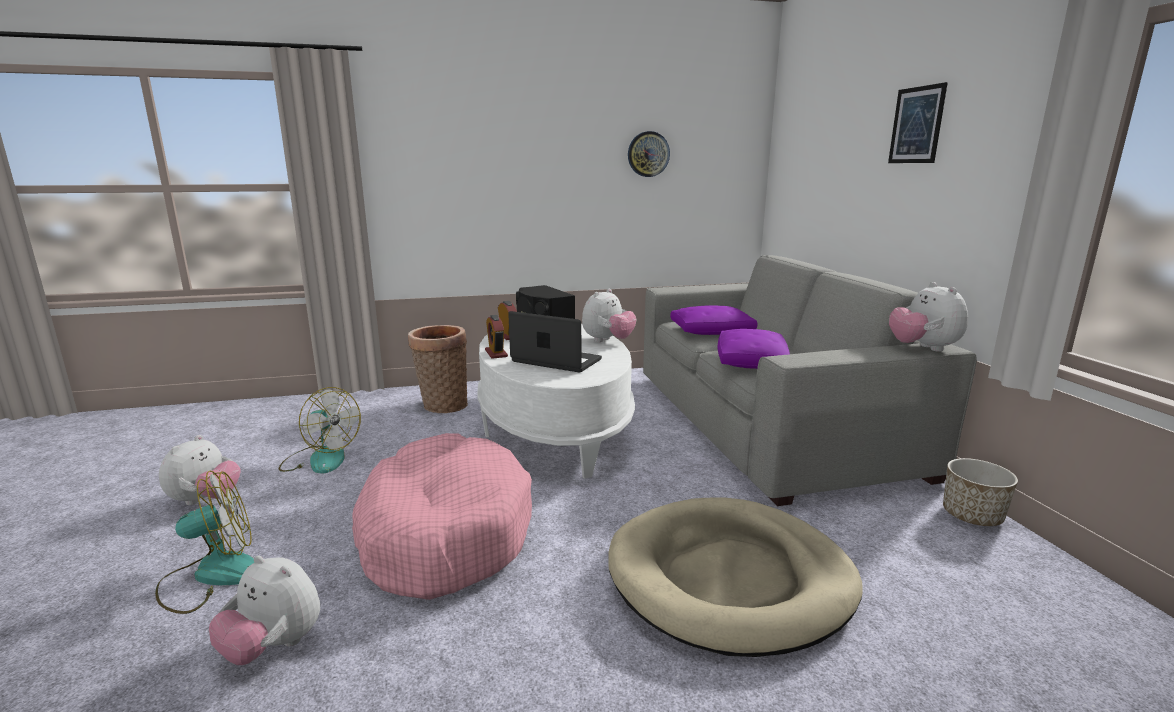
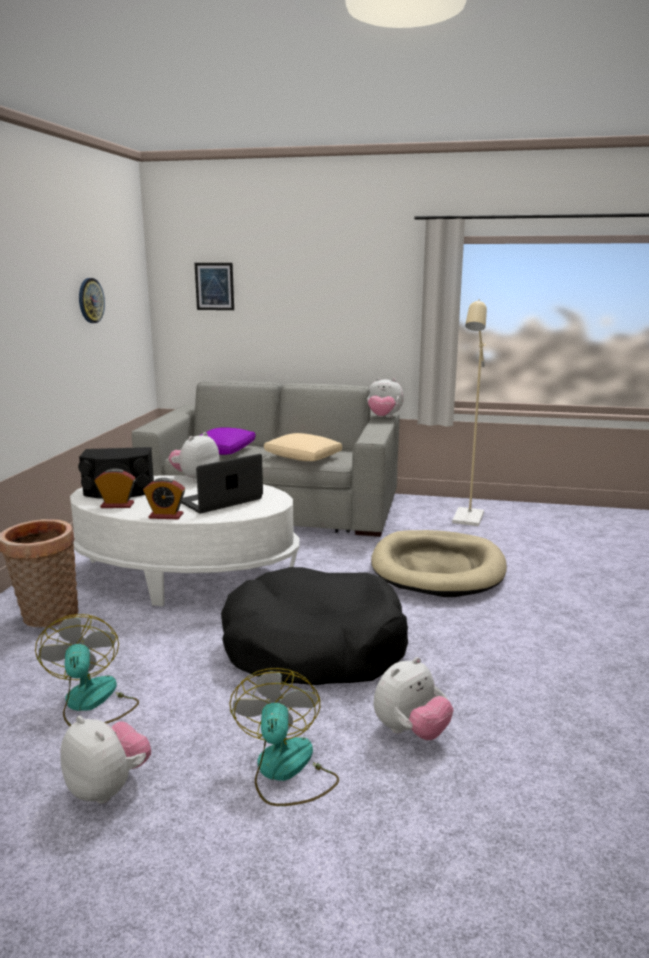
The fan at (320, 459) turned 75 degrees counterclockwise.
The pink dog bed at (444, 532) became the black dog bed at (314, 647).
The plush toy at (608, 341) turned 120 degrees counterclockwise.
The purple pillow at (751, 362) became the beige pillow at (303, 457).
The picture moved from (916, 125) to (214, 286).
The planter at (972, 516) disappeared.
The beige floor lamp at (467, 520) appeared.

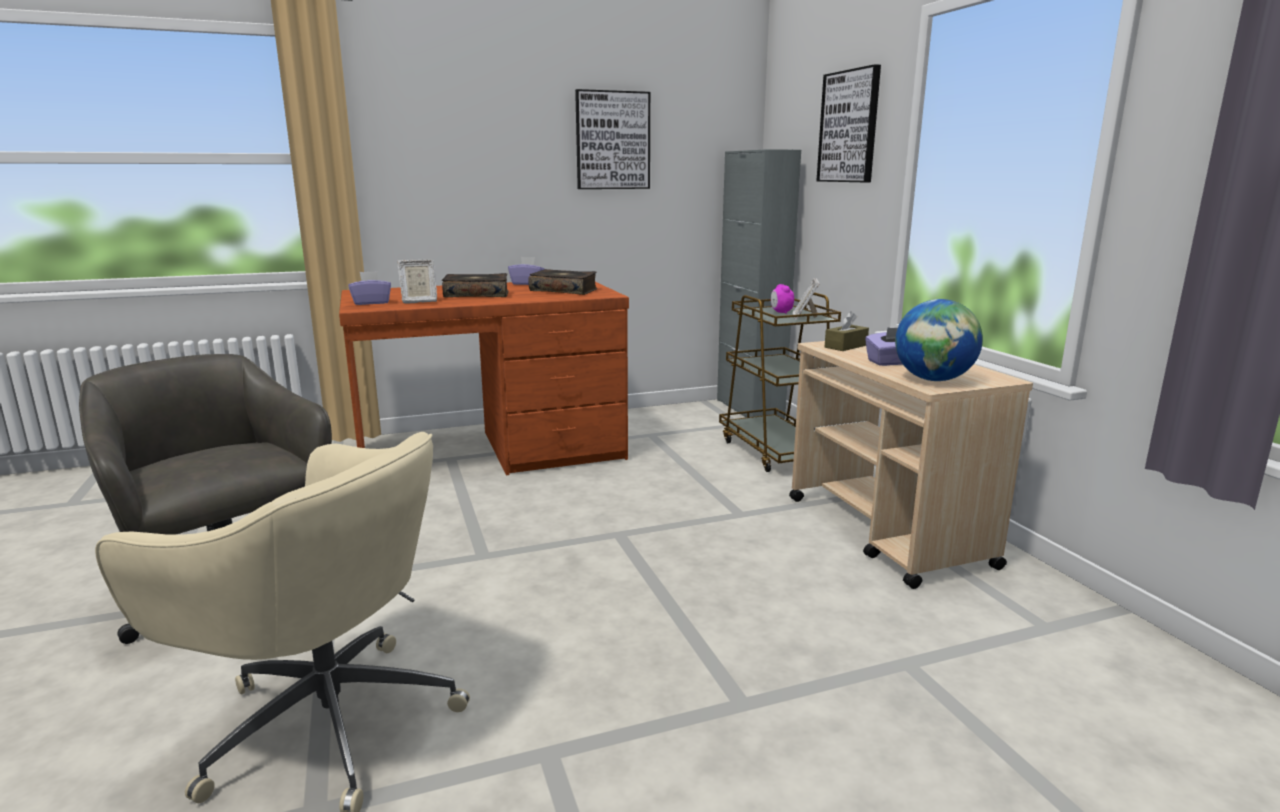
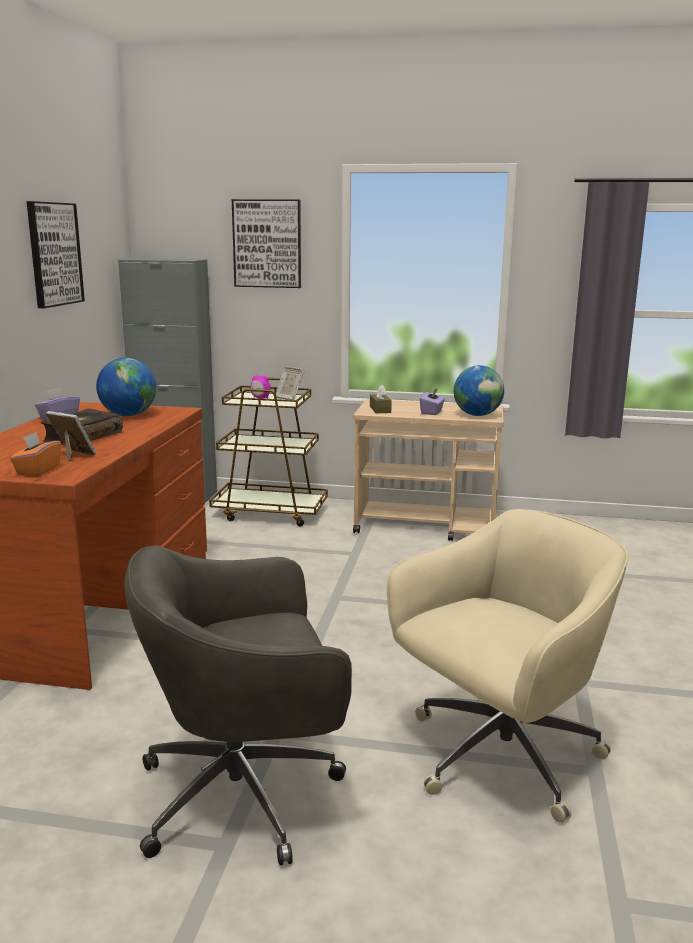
The purple tissue box at (371, 302) became the orange tissue box at (37, 470).
The picture frame at (418, 301) turned 75 degrees counterclockwise.
The book at (564, 290) was replaced by the globe at (128, 415).

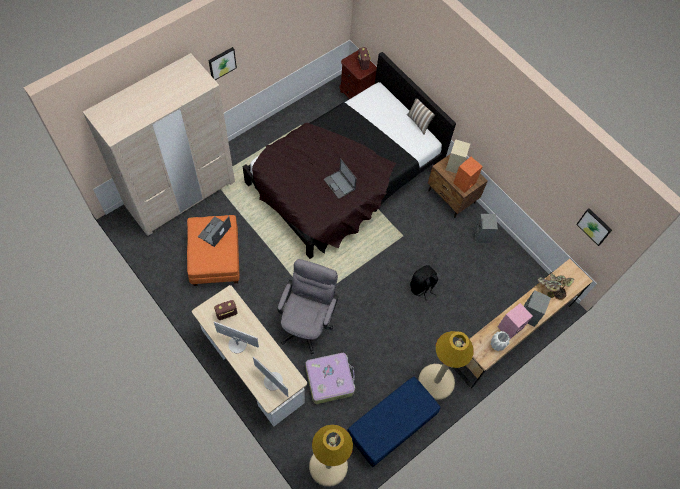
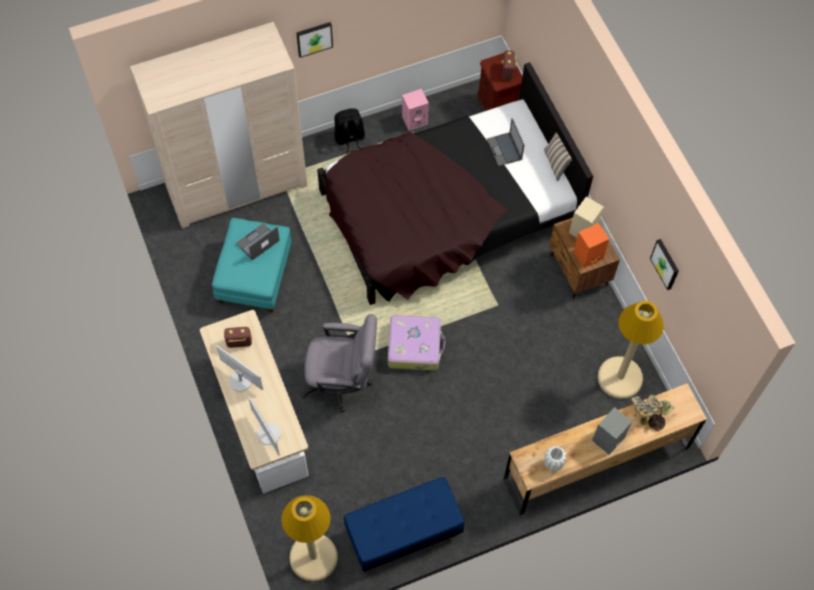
The orange ottoman at (215, 258) became the turquoise ottoman at (254, 276).
The grey office chair at (307, 322) turned 60 degrees clockwise.
The suitcase moved from (330, 379) to (415, 346).
The laptop moved from (339, 184) to (504, 149).
The black backpack moved from (422, 287) to (349, 139).
The beige floor lamp moved from (436, 382) to (619, 378).
The grey speaker at (482, 236) disappeared.
The pink speaker moved from (510, 326) to (415, 119).
The picture moved from (594, 226) to (665, 264).

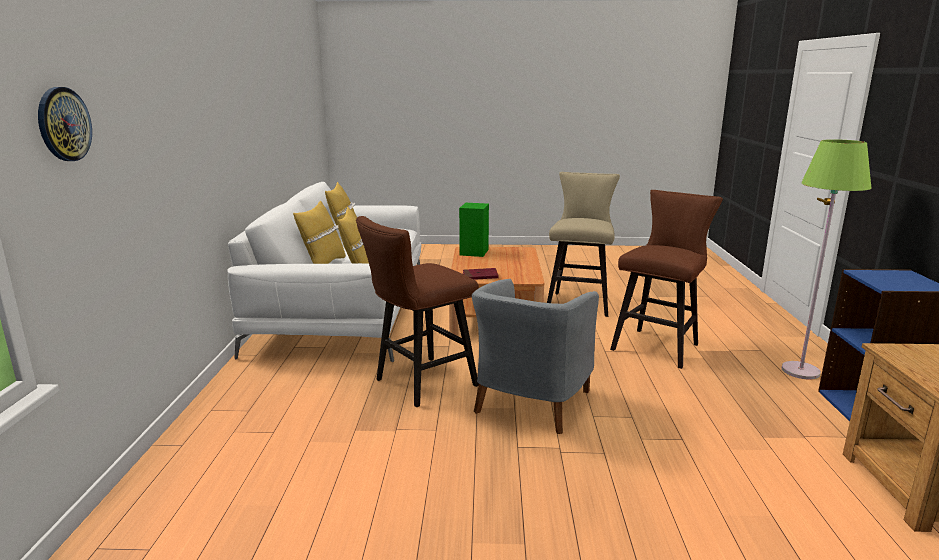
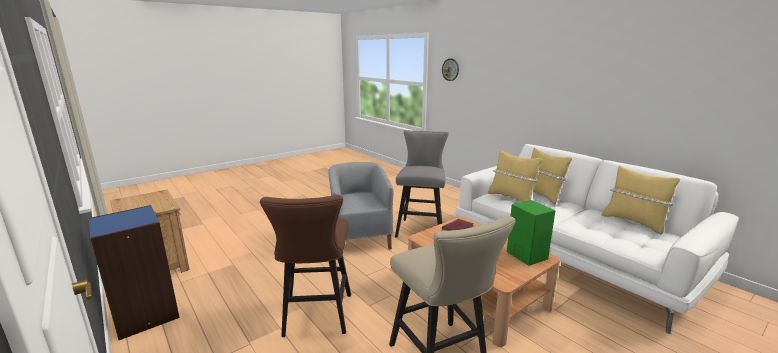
The brown stool at (419, 384) became the grey stool at (421, 228).
The green floor lamp at (800, 371) disappeared.

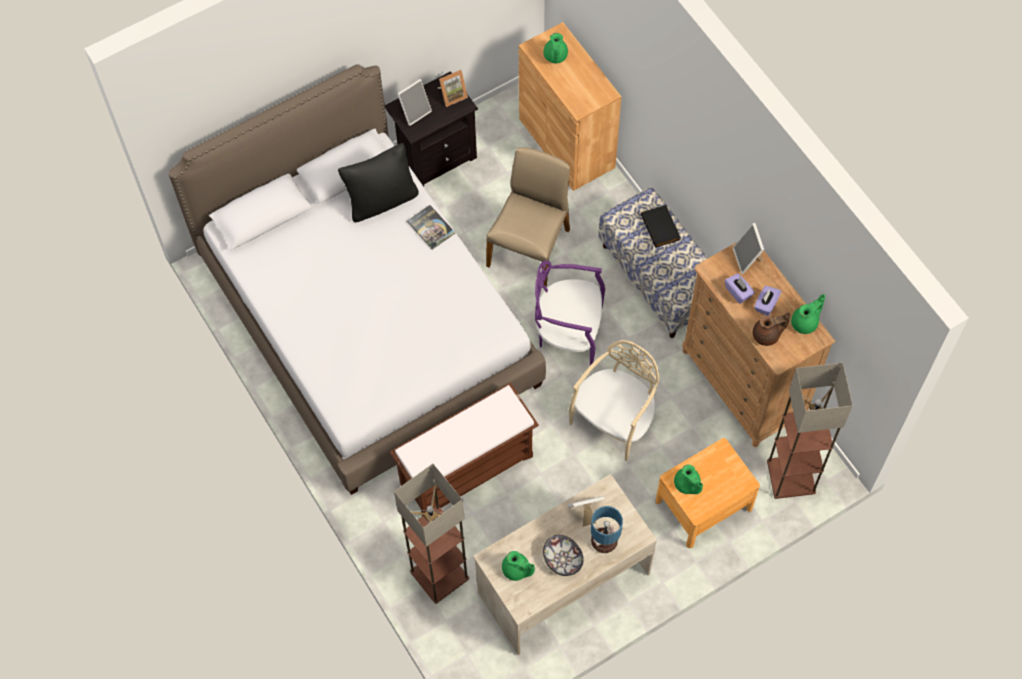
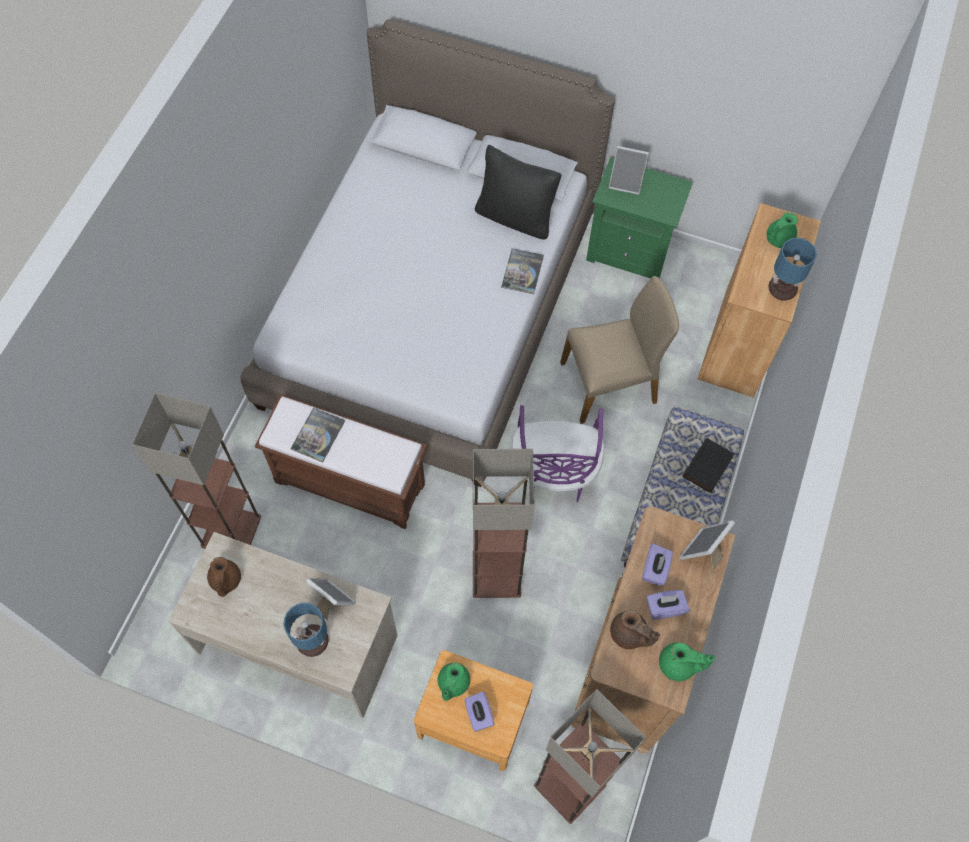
The black nightstand at (435, 156) became the green nightstand at (630, 252).
The picture frame at (452, 95) disappeared.
The green teapot at (517, 570) became the brown teapot at (225, 581).
The purple chair at (568, 332) turned 150 degrees counterclockwise.
The bowl at (563, 559) disappeared.
The beige chair at (614, 420) was replaced by the floor lamp at (497, 575).
The book at (318, 435) appeared.
The purple tissue box at (479, 714) appeared.
The table lamp at (780, 290) appeared.

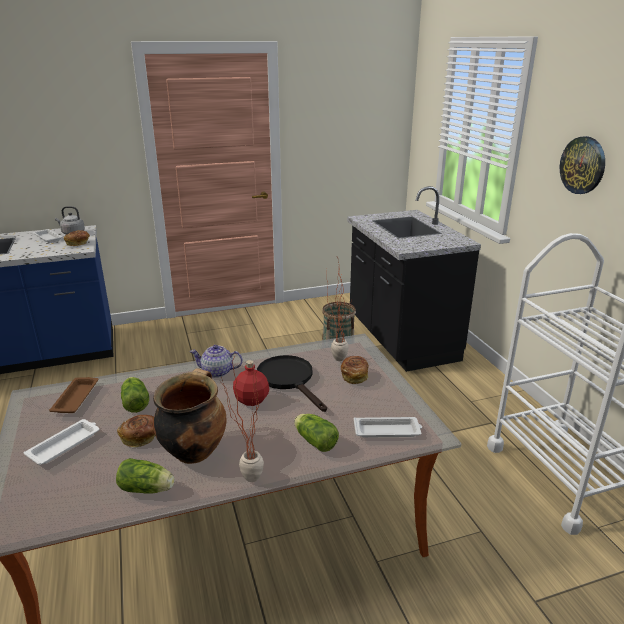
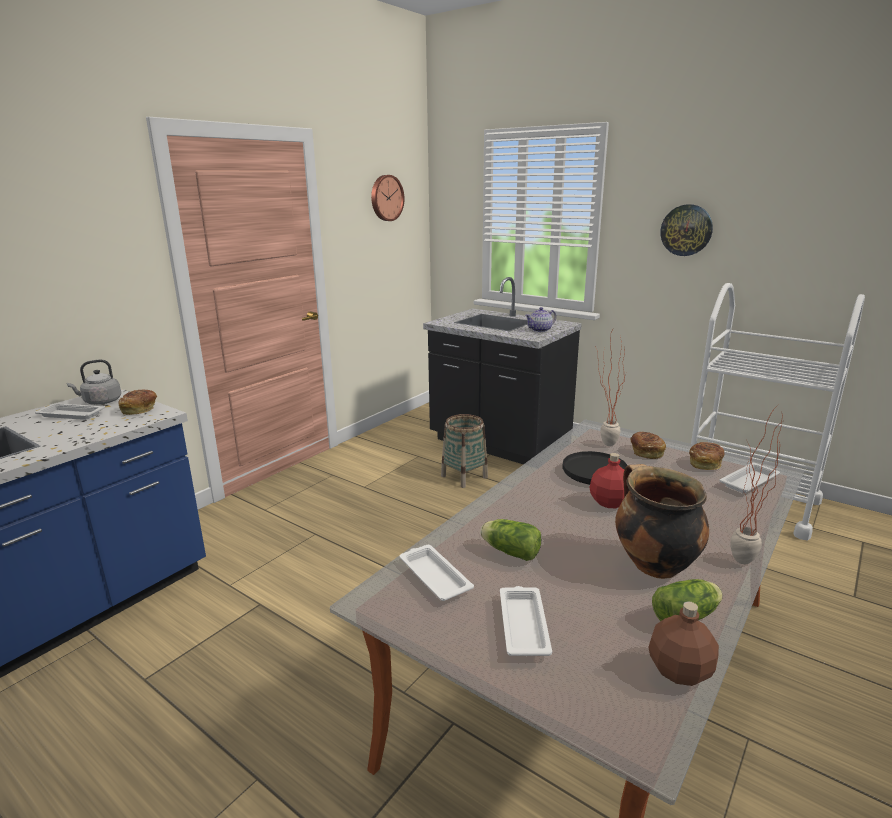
The brown tray at (76, 398) became the white tray at (434, 576).
The bread moved from (141, 438) to (705, 464).
The teapot moved from (217, 372) to (540, 330).
The lettuce at (314, 440) disappeared.
The wall clock at (386, 198) appeared.
The brown bottle at (679, 671) appeared.

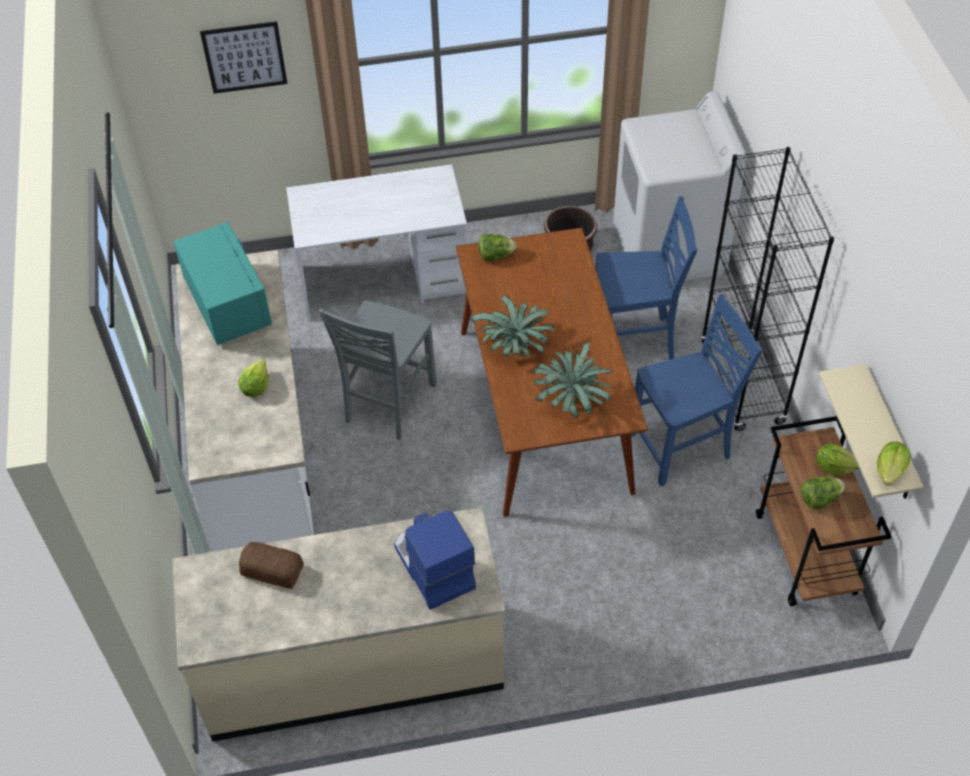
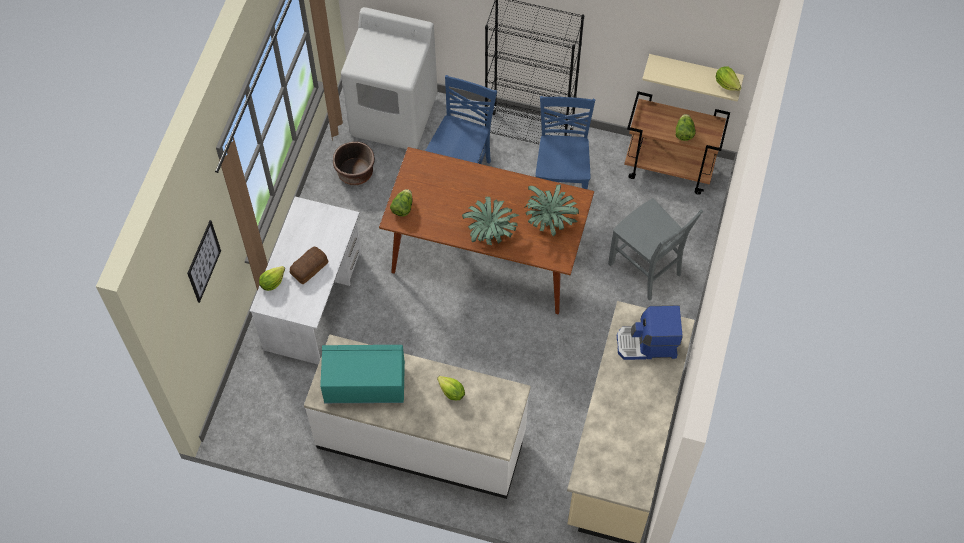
The bread moved from (272, 569) to (308, 268).
The grey chair moved from (388, 404) to (646, 270).
The lettuce moved from (834, 467) to (272, 282).

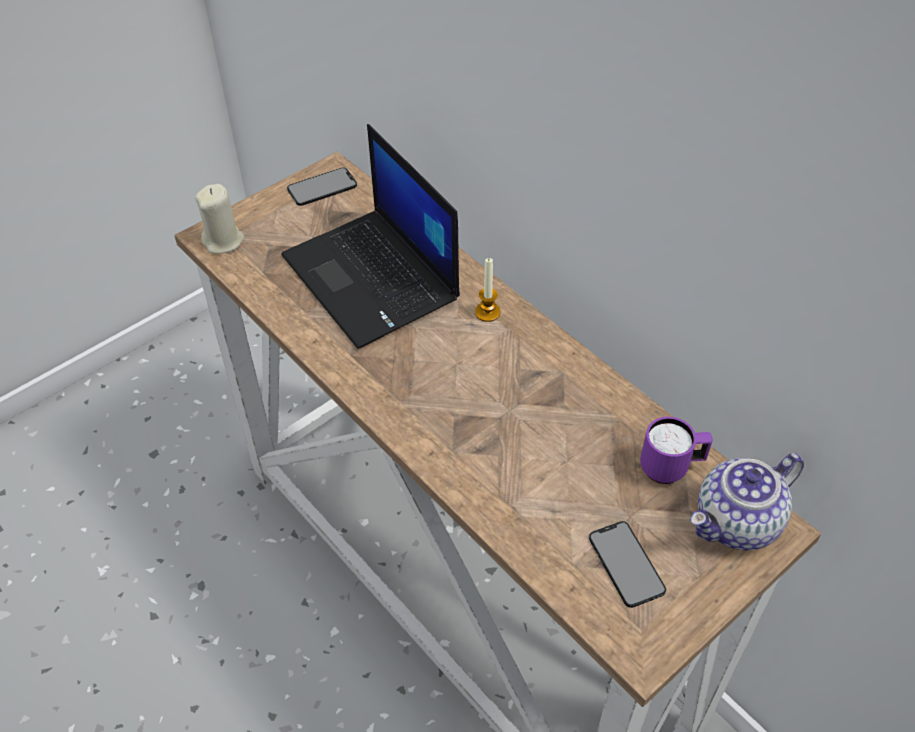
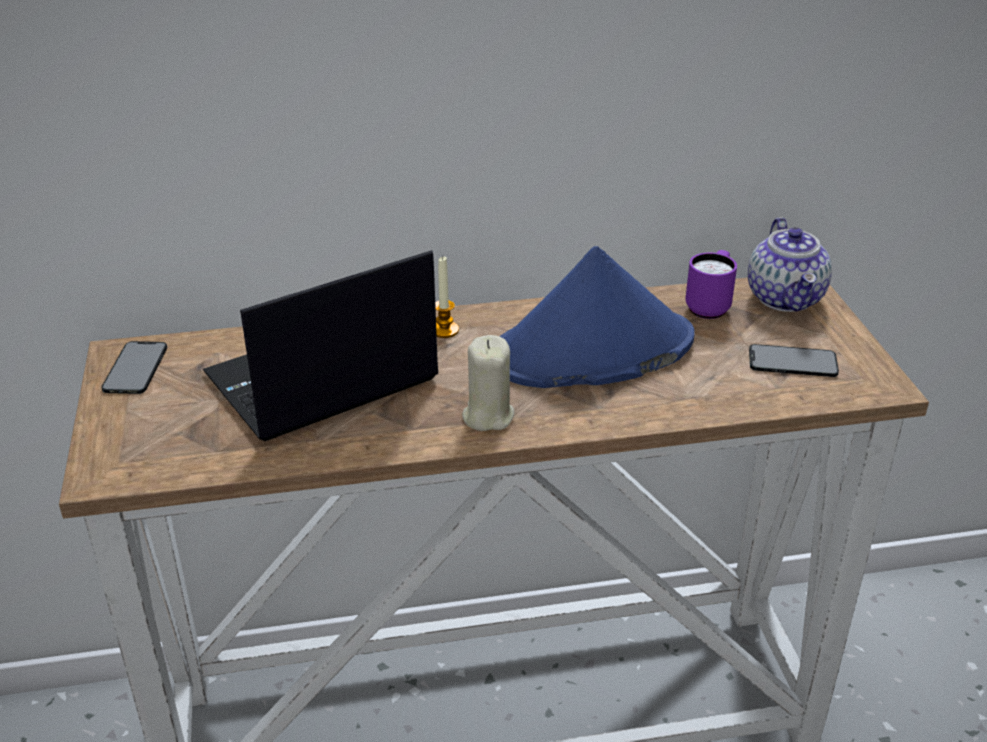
The beige candle moved from (224, 241) to (487, 416).
The laptop at (373, 278) turned 150 degrees clockwise.
The blue hat at (591, 350) appeared.

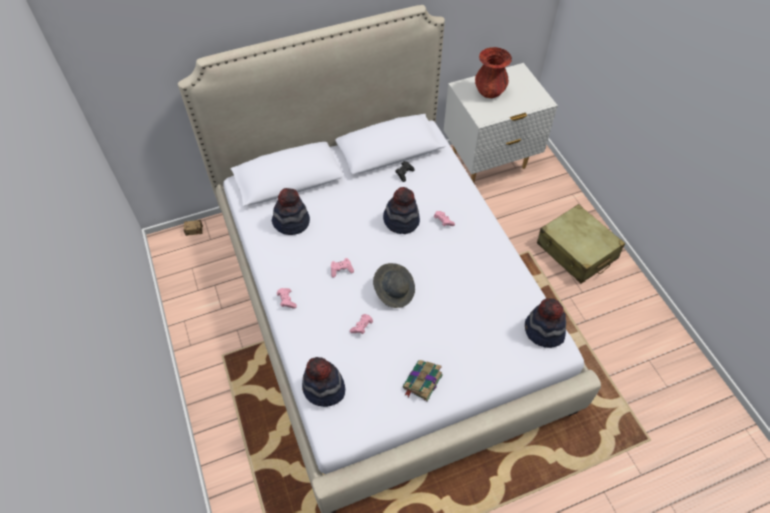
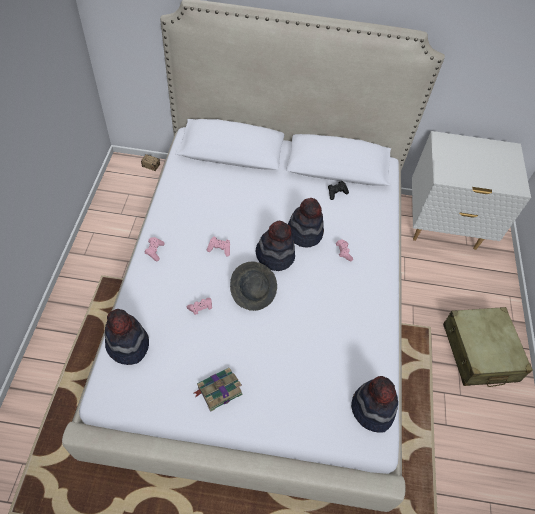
The hat moved from (291, 222) to (275, 256).
The red vase at (489, 91) disappeared.

